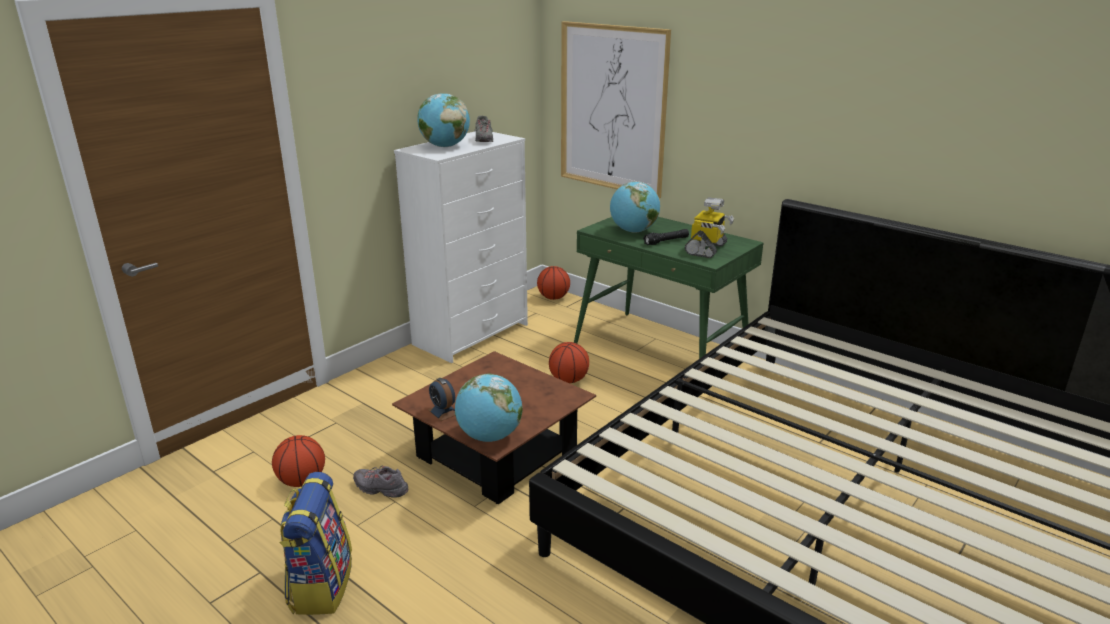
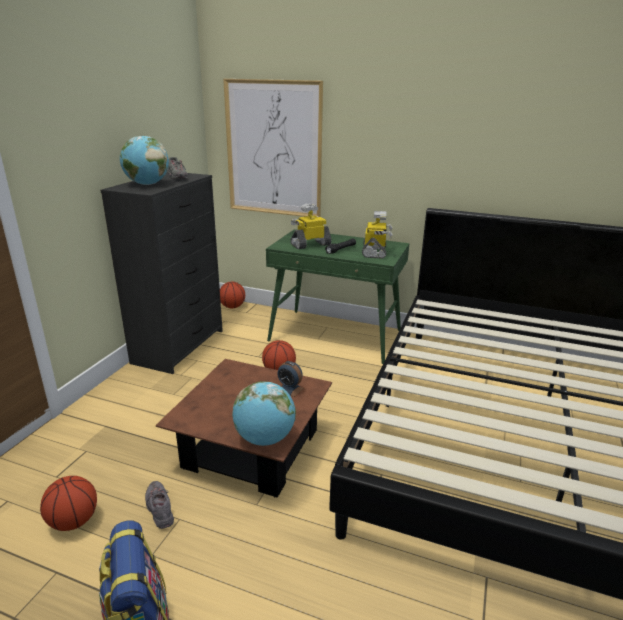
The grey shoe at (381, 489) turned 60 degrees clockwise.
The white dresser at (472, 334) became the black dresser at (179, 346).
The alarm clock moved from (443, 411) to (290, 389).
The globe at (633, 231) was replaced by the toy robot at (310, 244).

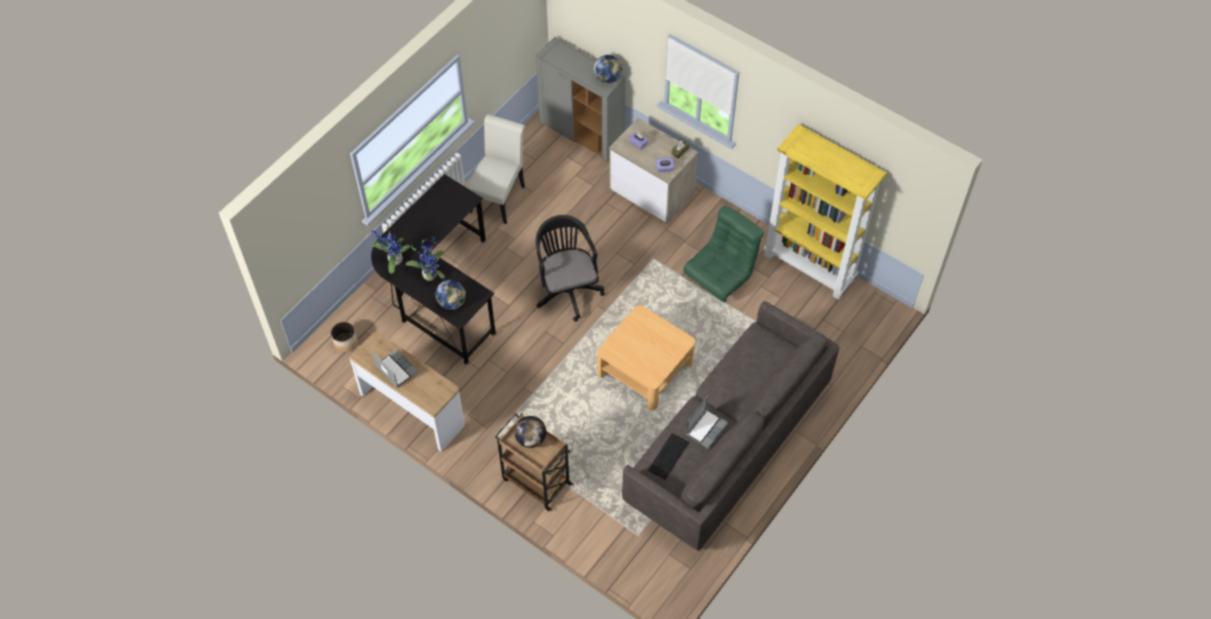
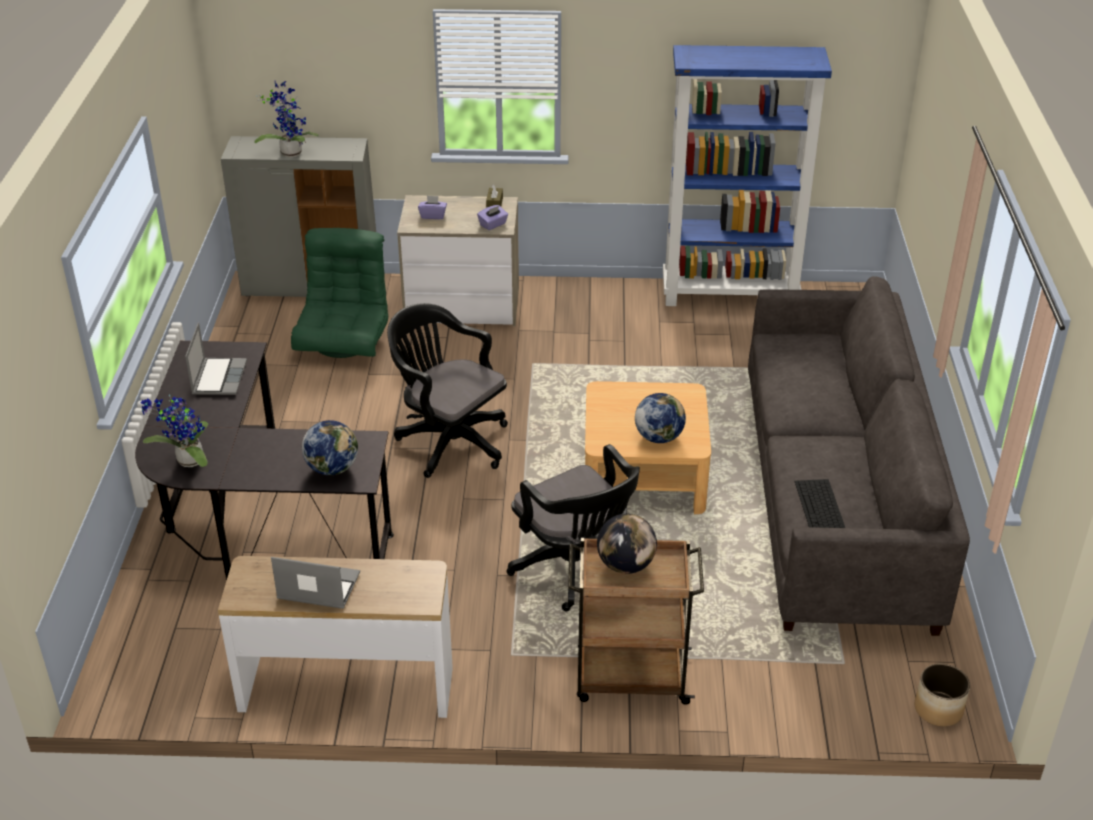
The planter moved from (345, 342) to (938, 710).
The potted plant moved from (430, 274) to (290, 152).
The white chair at (499, 196) disappeared.
The globe moved from (608, 78) to (658, 437).
The green armchair moved from (721, 275) to (345, 342).
The laptop moved from (706, 428) to (218, 377).
The yellow bookcase at (810, 267) became the blue bookcase at (730, 294).
The black office chair at (576, 570) appeared.

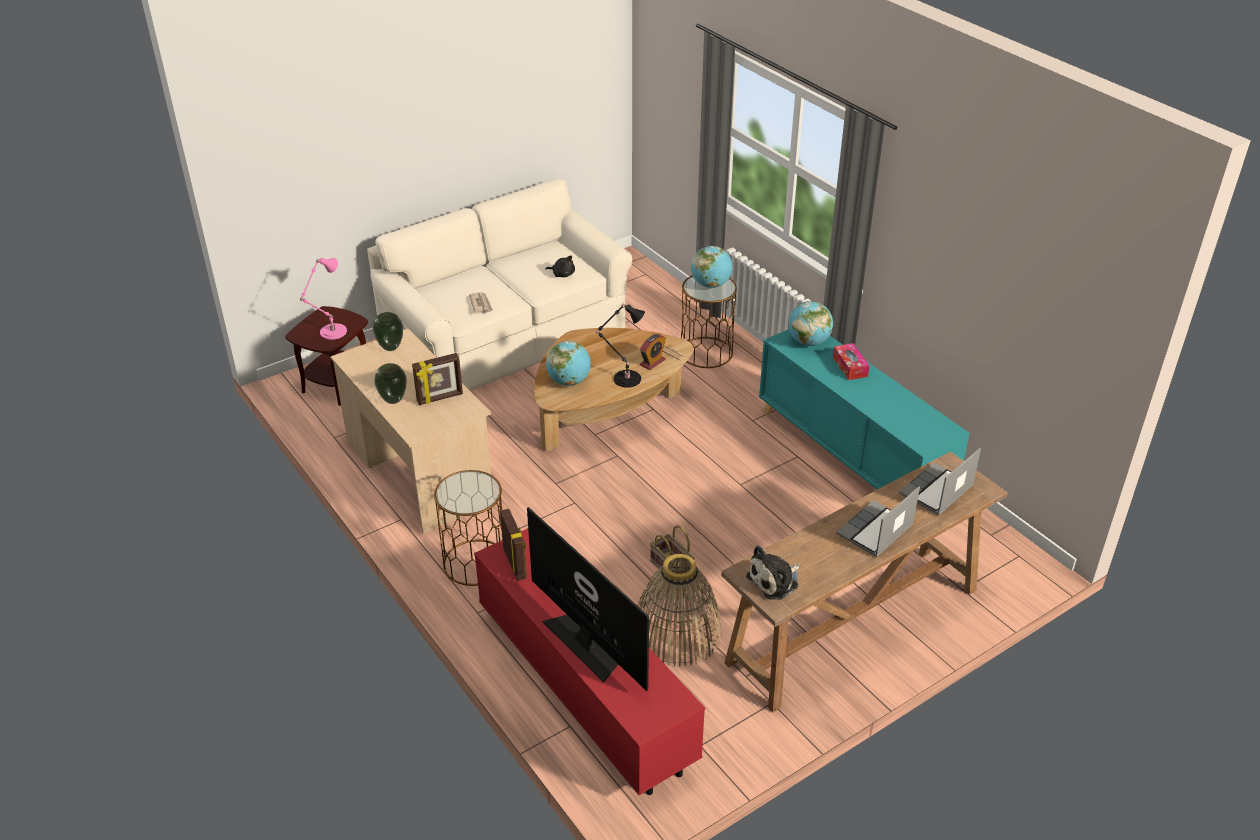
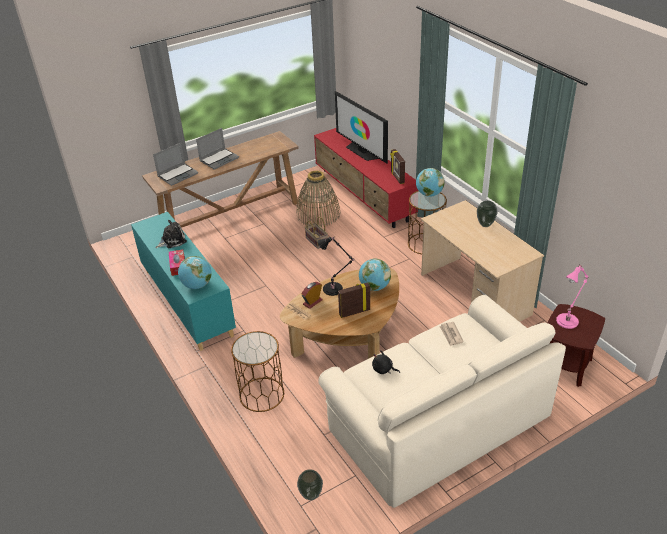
The vase moved from (391, 347) to (310, 495).
The picture frame moved from (440, 398) to (354, 312).
The globe moved from (711, 285) to (429, 194).
The plush toy moved from (775, 581) to (172, 240).

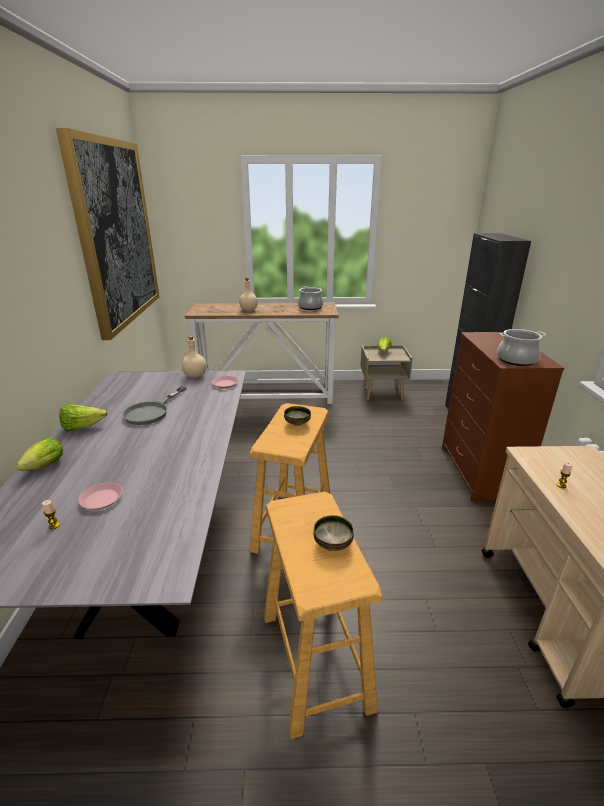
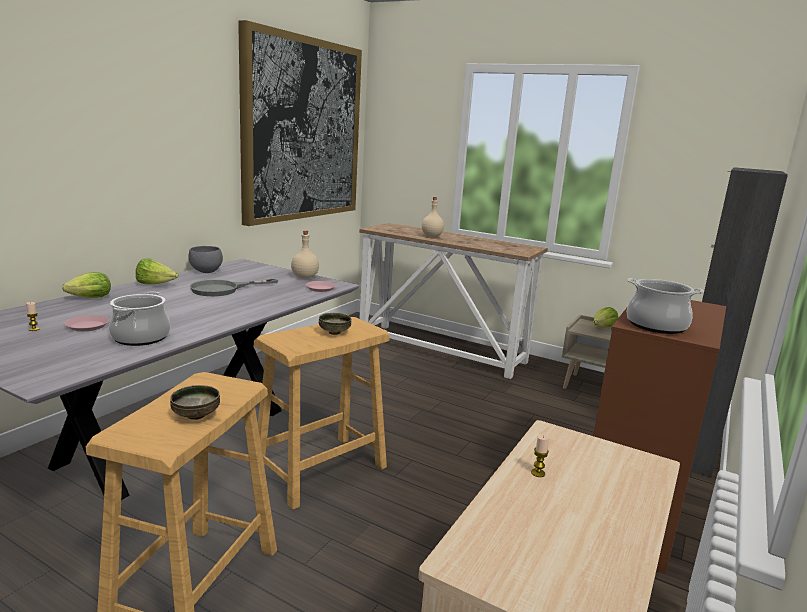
The cooking pot moved from (310, 307) to (140, 337).
The grey bowl at (206, 271) appeared.

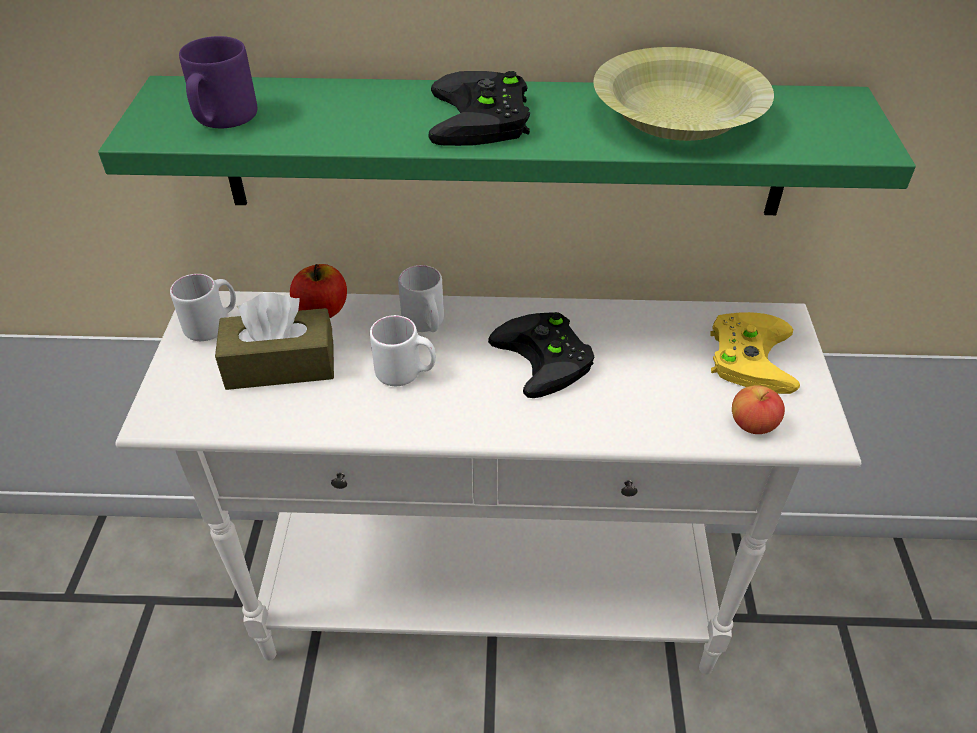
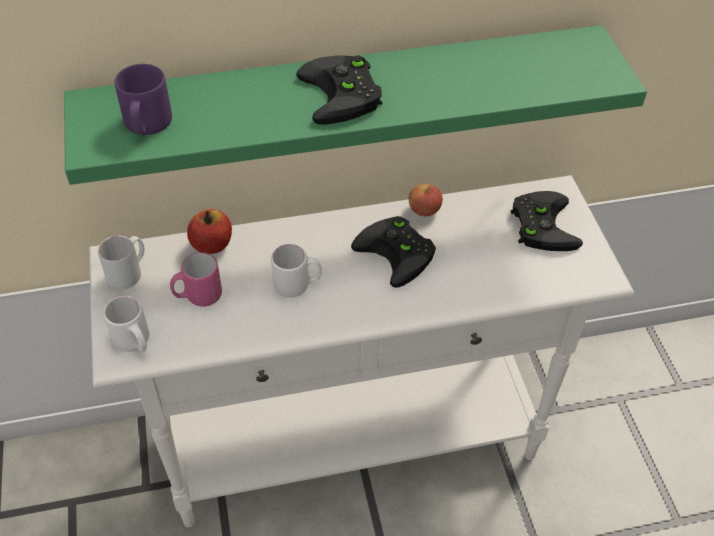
The brown tissue box at (280, 365) was replaced by the pink mug at (198, 296).
The white mug moved from (426, 325) to (135, 343).
The yellow bowl at (677, 117) disappeared.
The yellow game controller at (747, 354) became the black game controller at (540, 224).
The apple moved from (752, 424) to (424, 210).

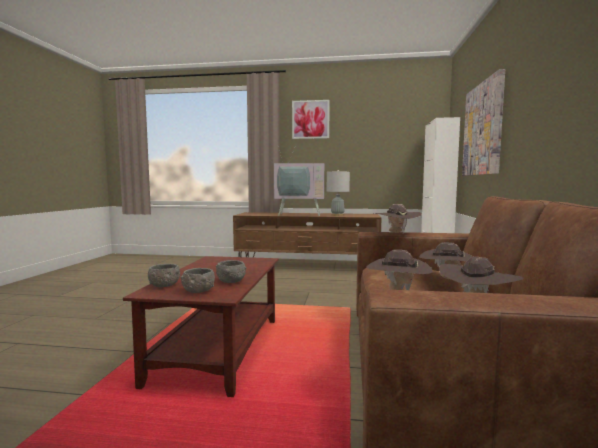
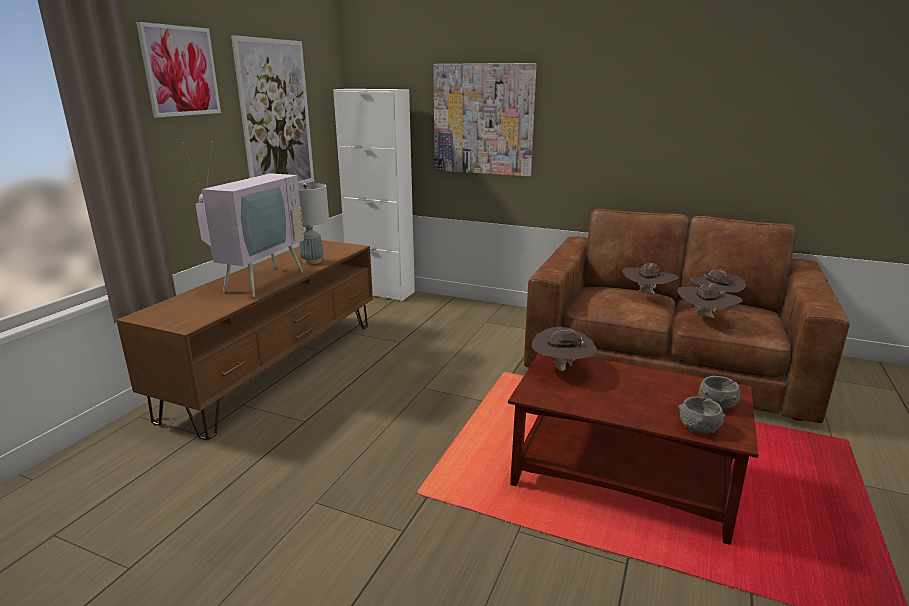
The grey bowl at (231, 281) disappeared.
The brown hat moved from (396, 233) to (562, 369).
The picture at (276, 116) appeared.

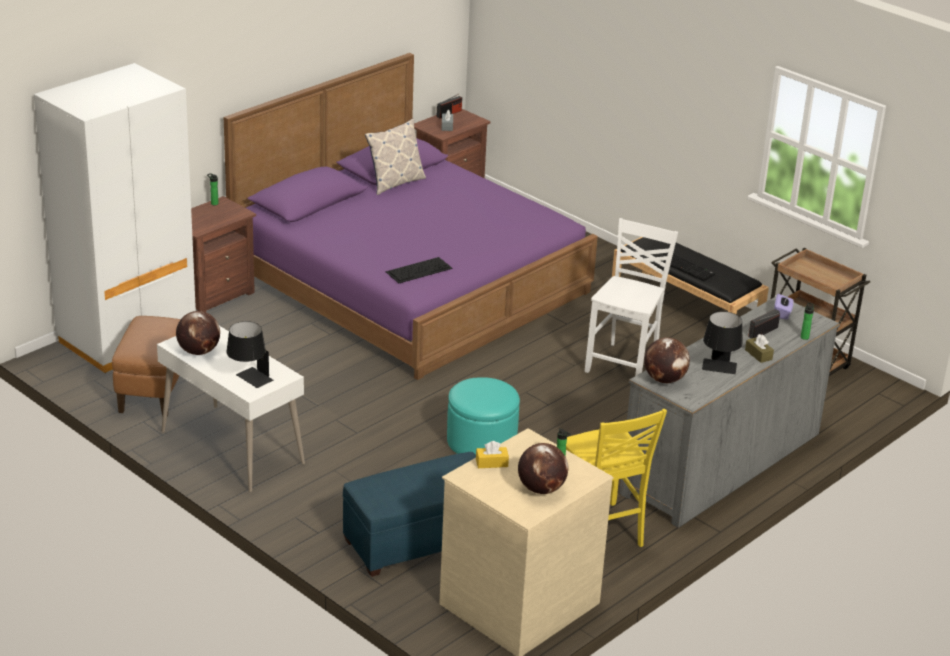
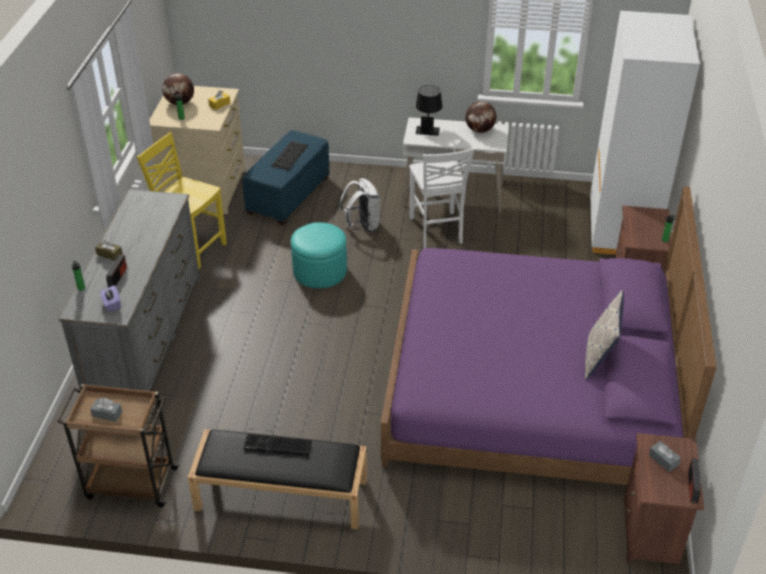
The brown ottoman at (153, 392) disappeared.
The keyboard moved from (419, 270) to (289, 156).
The white chair moved from (624, 363) to (437, 231).
The globe at (664, 379) disappeared.
The black table lamp at (719, 370) disappeared.
The grey tissue box at (107, 414) appeared.
The white backpack at (362, 225) appeared.

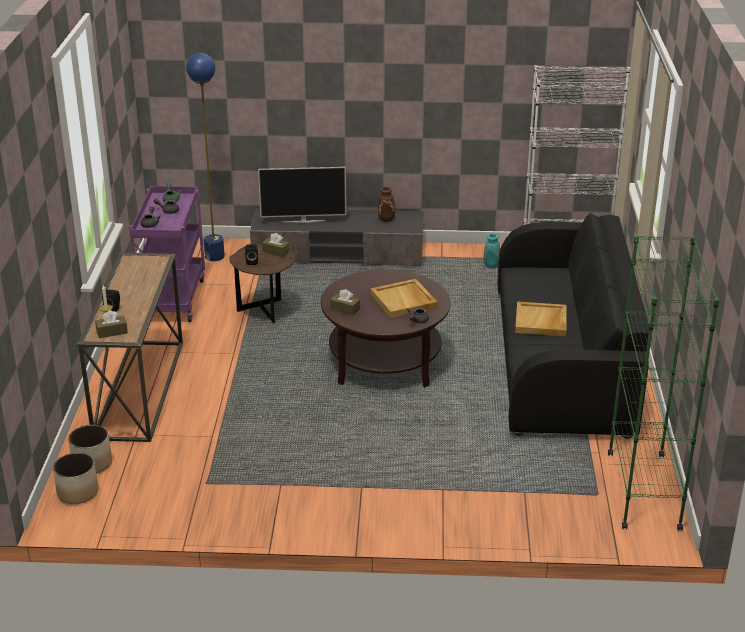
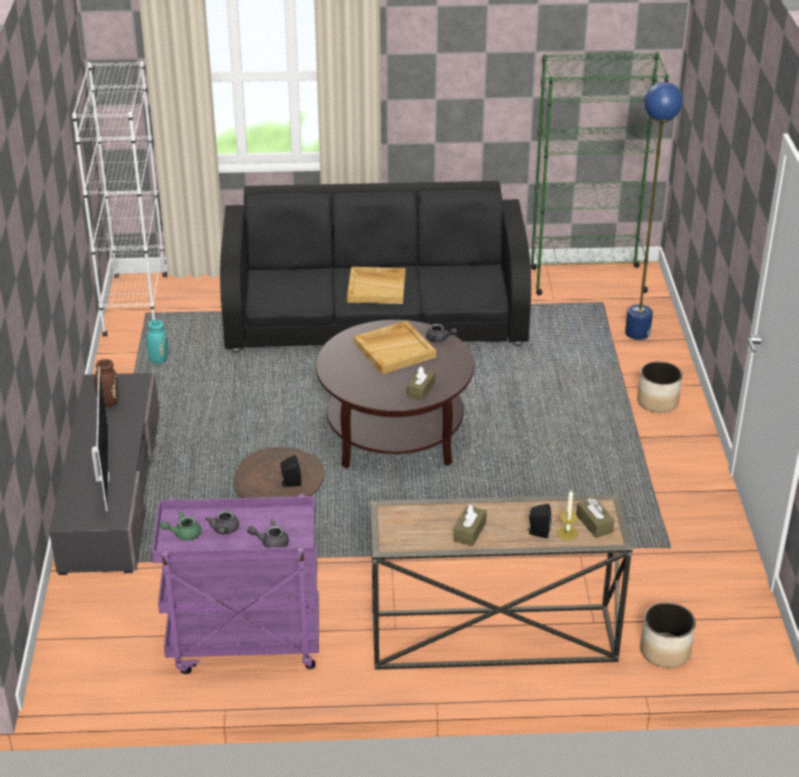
The planter moved from (78, 492) to (657, 402).
The blue floor lamp moved from (214, 256) to (637, 333).
The brown tissue box moved from (276, 251) to (469, 532).

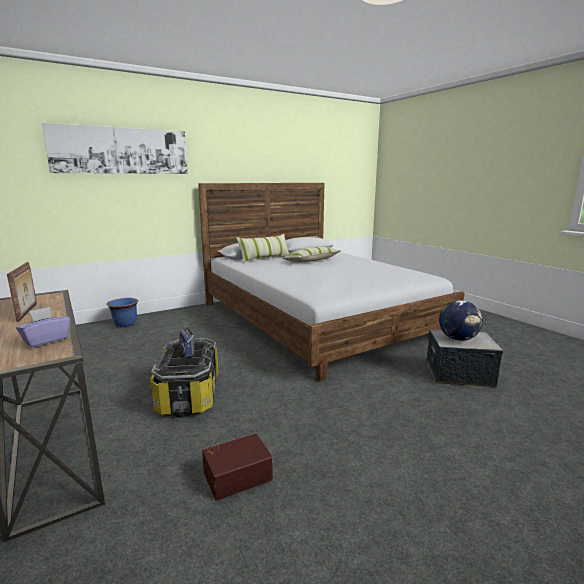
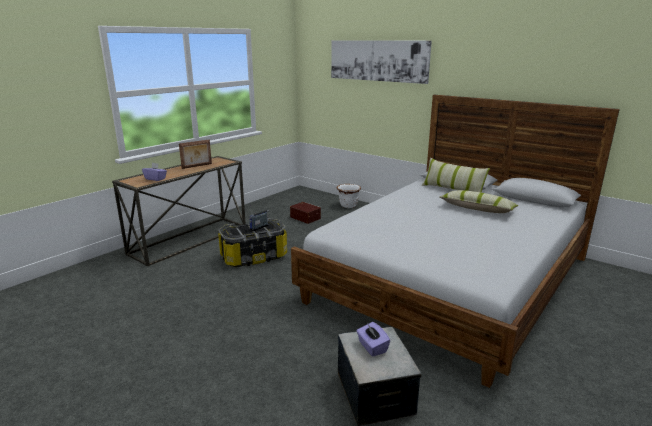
The blue planter at (125, 324) became the white planter at (348, 205).
The brown storage box moved from (237, 475) to (306, 217).
The globe at (458, 339) was replaced by the purple tissue box at (372, 347).

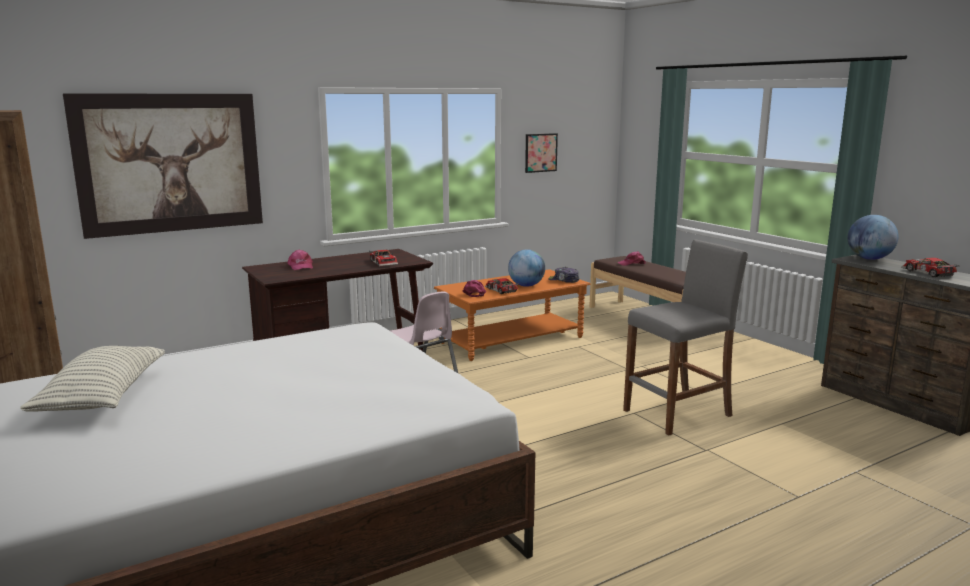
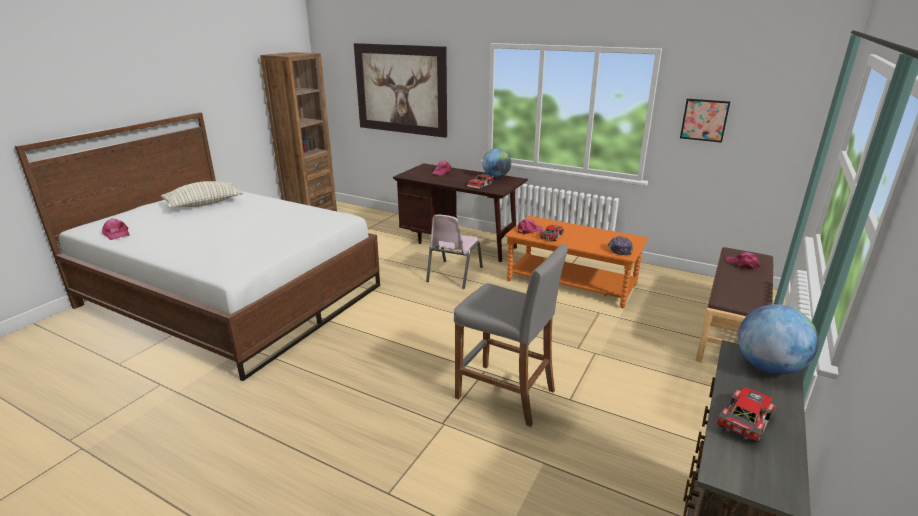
The globe moved from (526, 286) to (496, 177).
The pink cap at (116, 234) appeared.

